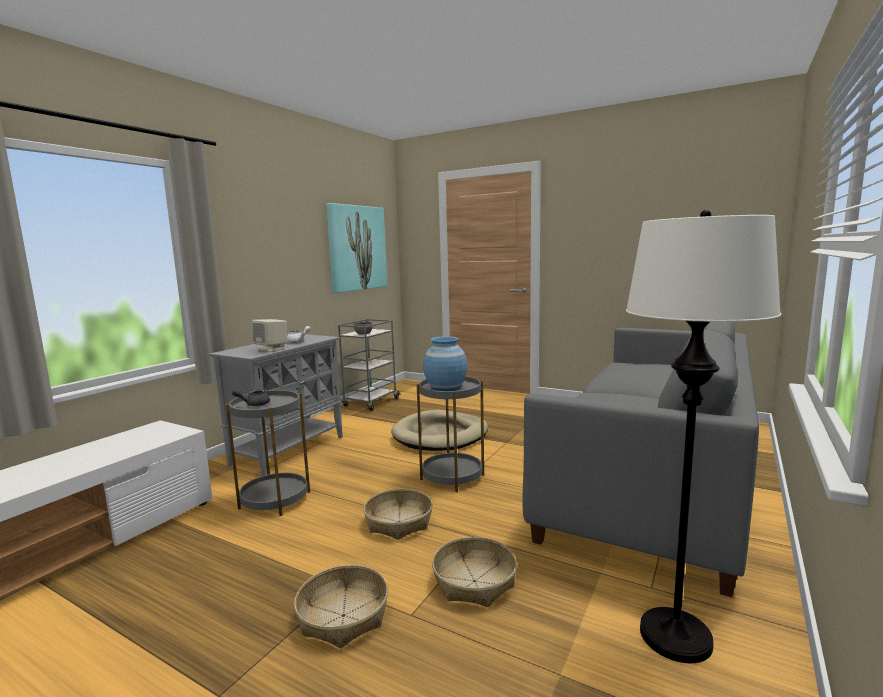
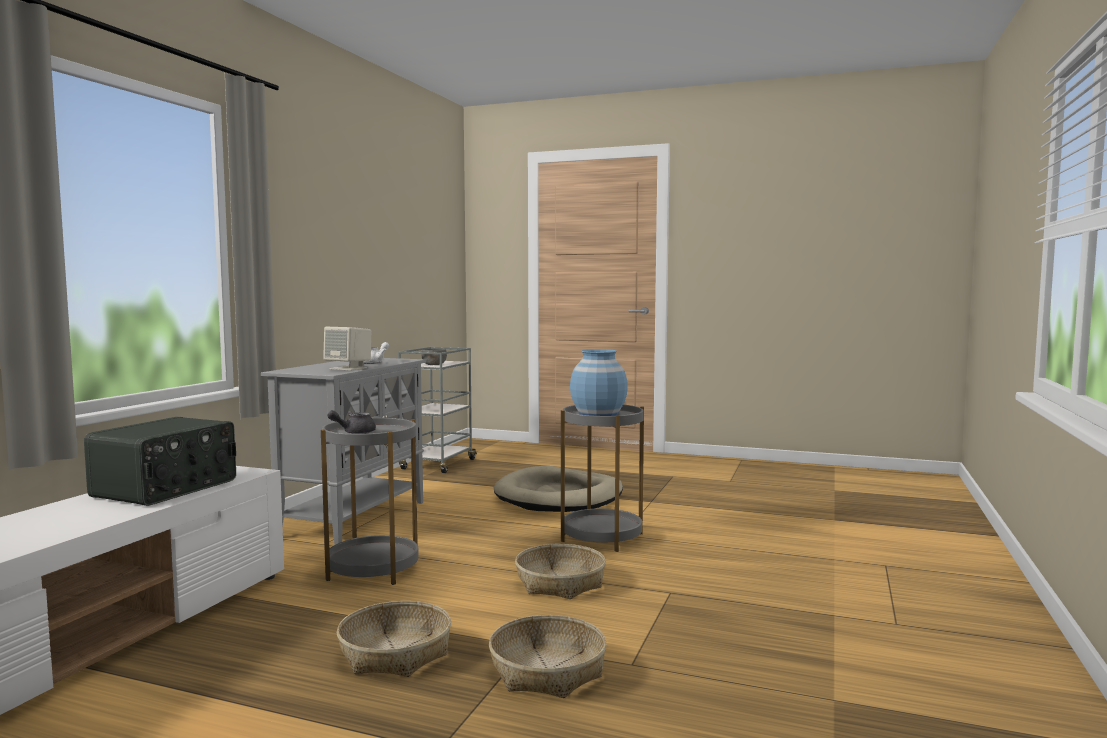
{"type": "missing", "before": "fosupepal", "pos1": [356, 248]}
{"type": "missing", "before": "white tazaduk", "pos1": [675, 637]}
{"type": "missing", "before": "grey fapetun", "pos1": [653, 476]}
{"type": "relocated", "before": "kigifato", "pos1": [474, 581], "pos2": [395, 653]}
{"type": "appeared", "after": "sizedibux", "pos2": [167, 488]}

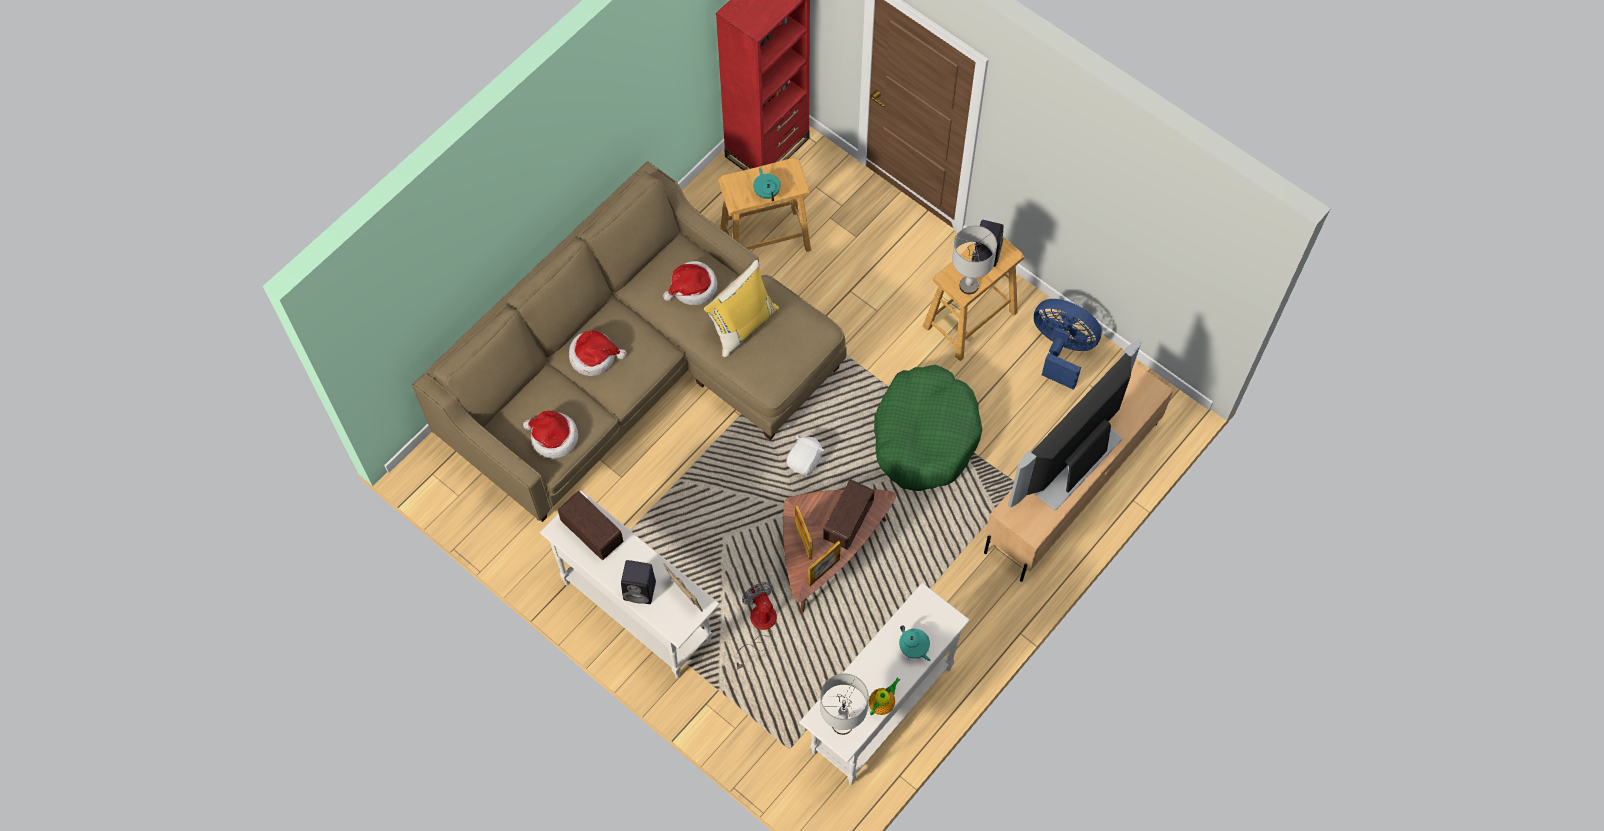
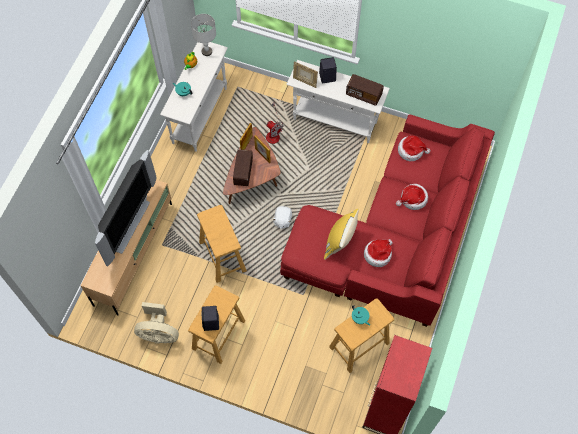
{"type": "colour", "before": "beige fapetun", "after": "red fapetun", "pos1": [638, 374], "pos2": [393, 237]}
{"type": "missing", "before": "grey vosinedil", "pos1": [969, 285]}
{"type": "colour", "before": "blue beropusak", "after": "beige beropusak", "pos1": [1061, 350], "pos2": [159, 333]}
{"type": "exchanged", "before": "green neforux", "after": "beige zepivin", "pos1": [925, 435], "pos2": [222, 256]}

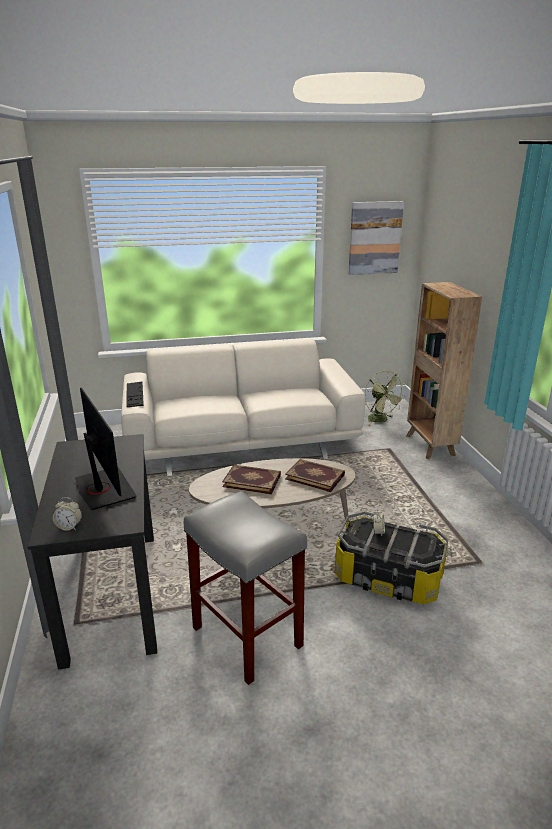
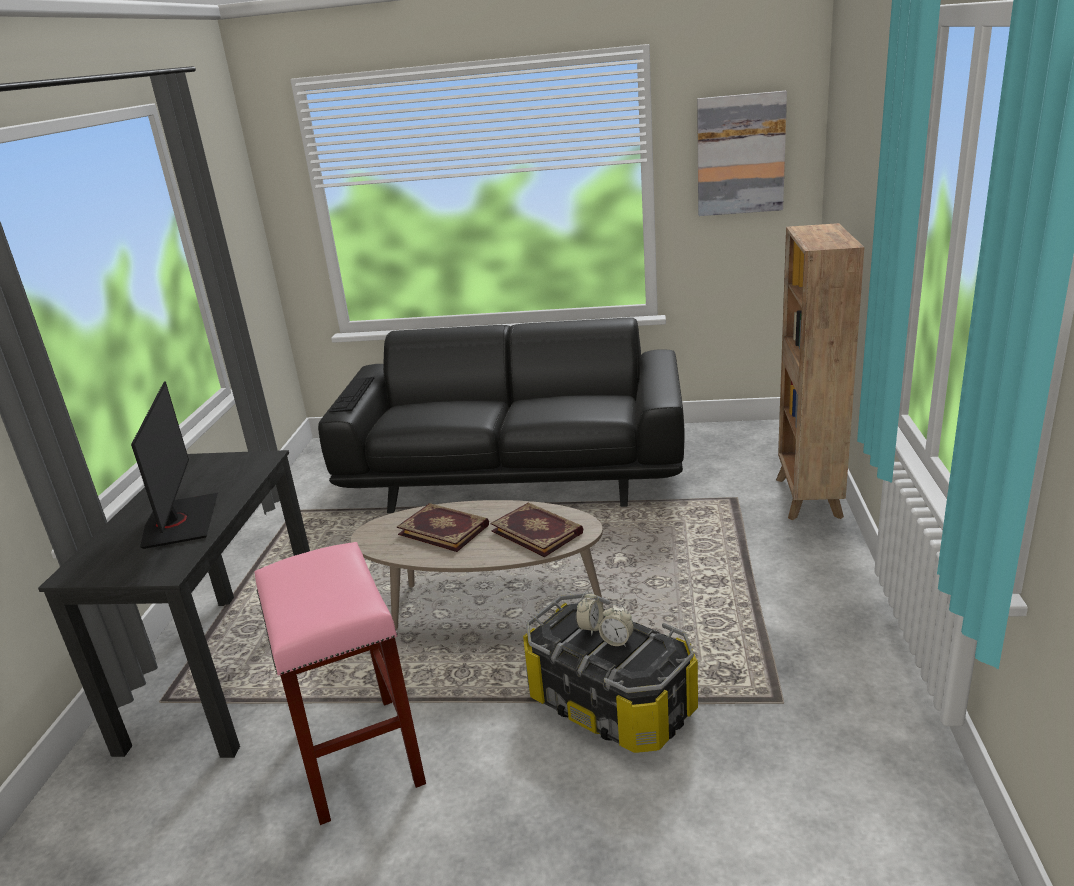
{"type": "colour", "before": "beige fapetun", "after": "black fapetun", "pos1": [242, 442], "pos2": [516, 473]}
{"type": "missing", "before": "green beropusak", "pos1": [381, 420]}
{"type": "colour", "before": "grey zepivin", "after": "pink zepivin", "pos1": [248, 637], "pos2": [360, 757]}
{"type": "relocated", "before": "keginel", "pos1": [69, 527], "pos2": [617, 641]}

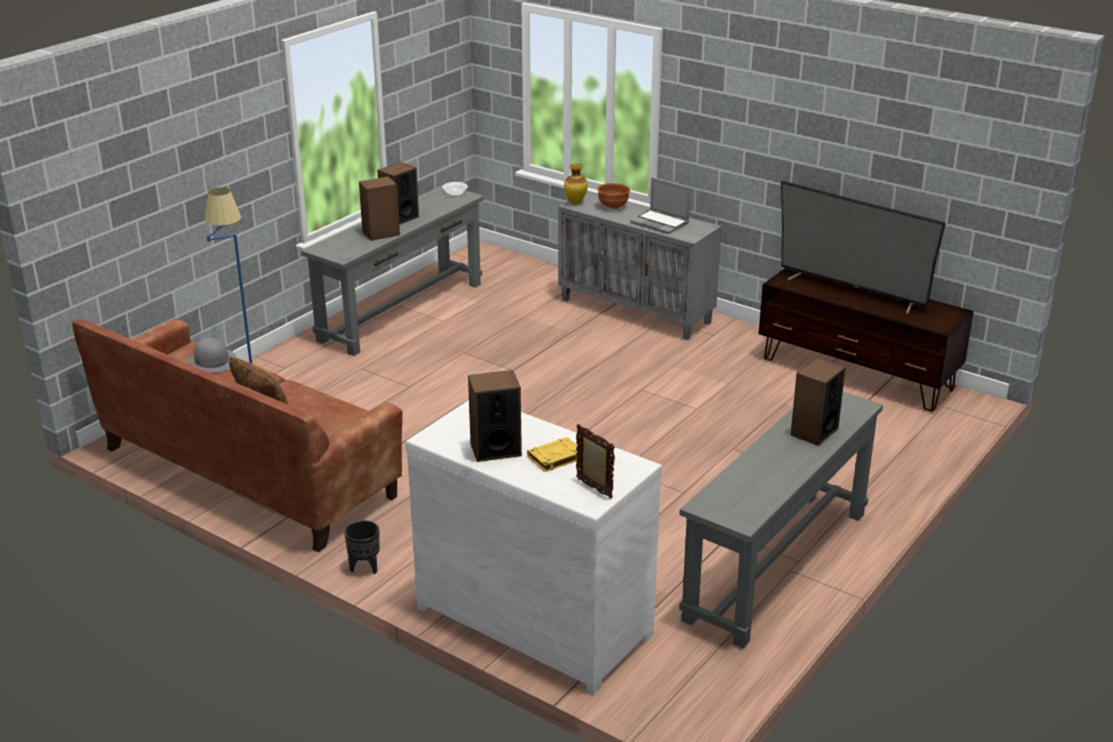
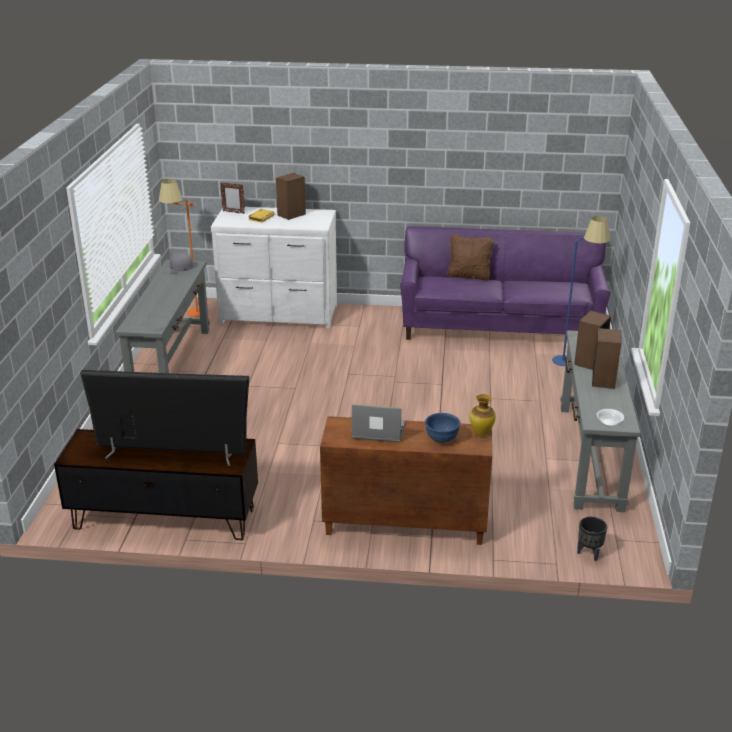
{"type": "colour", "before": "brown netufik", "after": "blue netufik", "pos1": [613, 207], "pos2": [441, 439]}
{"type": "colour", "before": "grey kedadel", "after": "brown kedadel", "pos1": [636, 311], "pos2": [404, 525]}
{"type": "colour", "before": "brown fapetun", "after": "purple fapetun", "pos1": [248, 472], "pos2": [499, 328]}
{"type": "relocated", "before": "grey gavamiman", "pos1": [212, 361], "pos2": [181, 268]}
{"type": "missing", "before": "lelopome", "pos1": [814, 432]}
{"type": "relocated", "before": "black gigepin", "pos1": [364, 567], "pos2": [589, 553]}
{"type": "appeared", "after": "orange tazaduk", "pos2": [189, 315]}

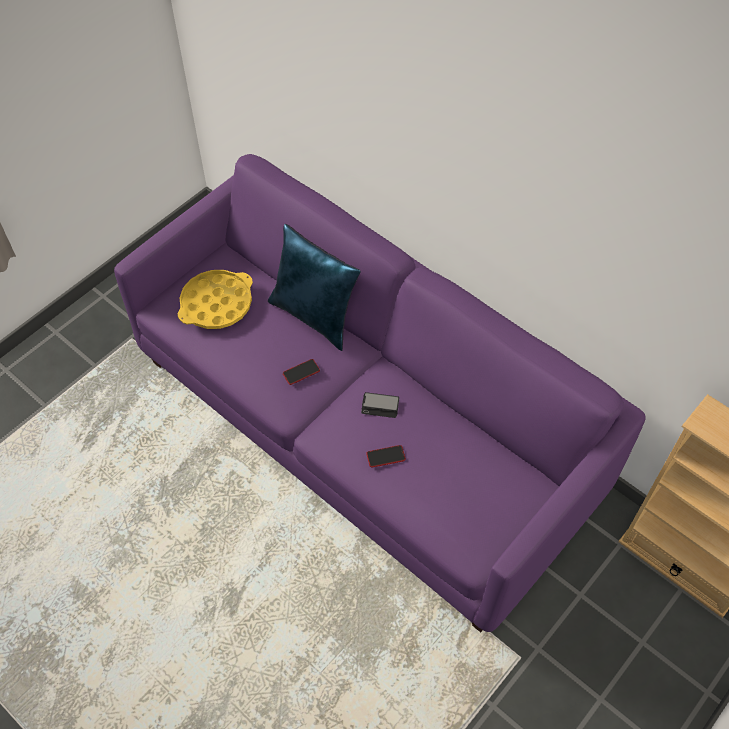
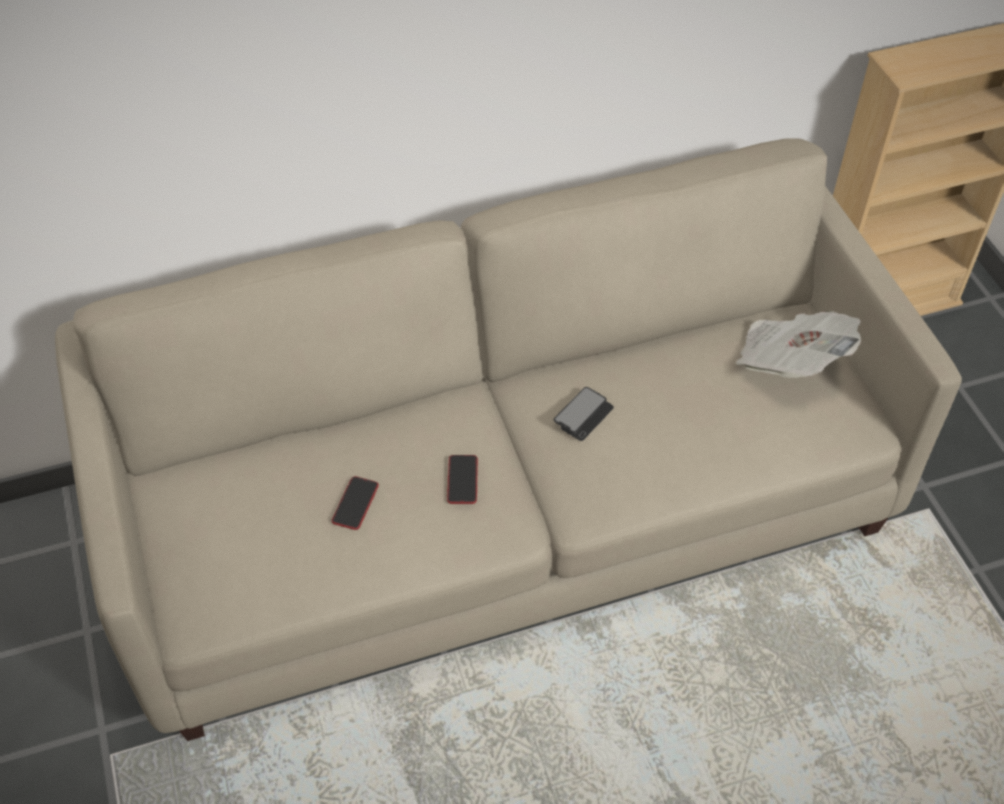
{"type": "colour", "before": "purple fapetun", "after": "beige fapetun", "pos1": [366, 425], "pos2": [503, 509]}
{"type": "missing", "before": "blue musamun", "pos1": [315, 315]}
{"type": "missing", "before": "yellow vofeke", "pos1": [216, 304]}
{"type": "relocated", "before": "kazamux", "pos1": [385, 456], "pos2": [355, 503]}
{"type": "appeared", "after": "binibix", "pos2": [790, 361]}

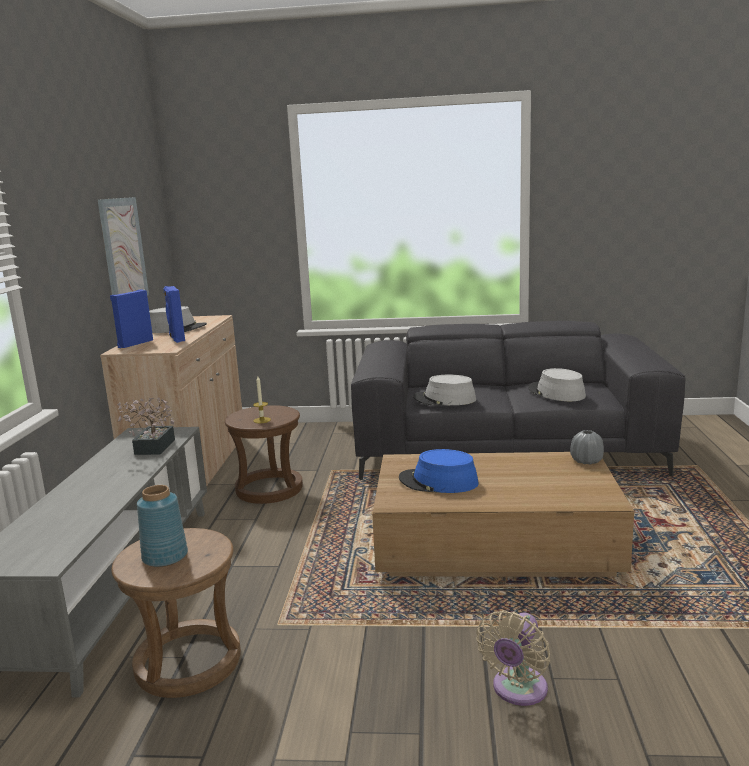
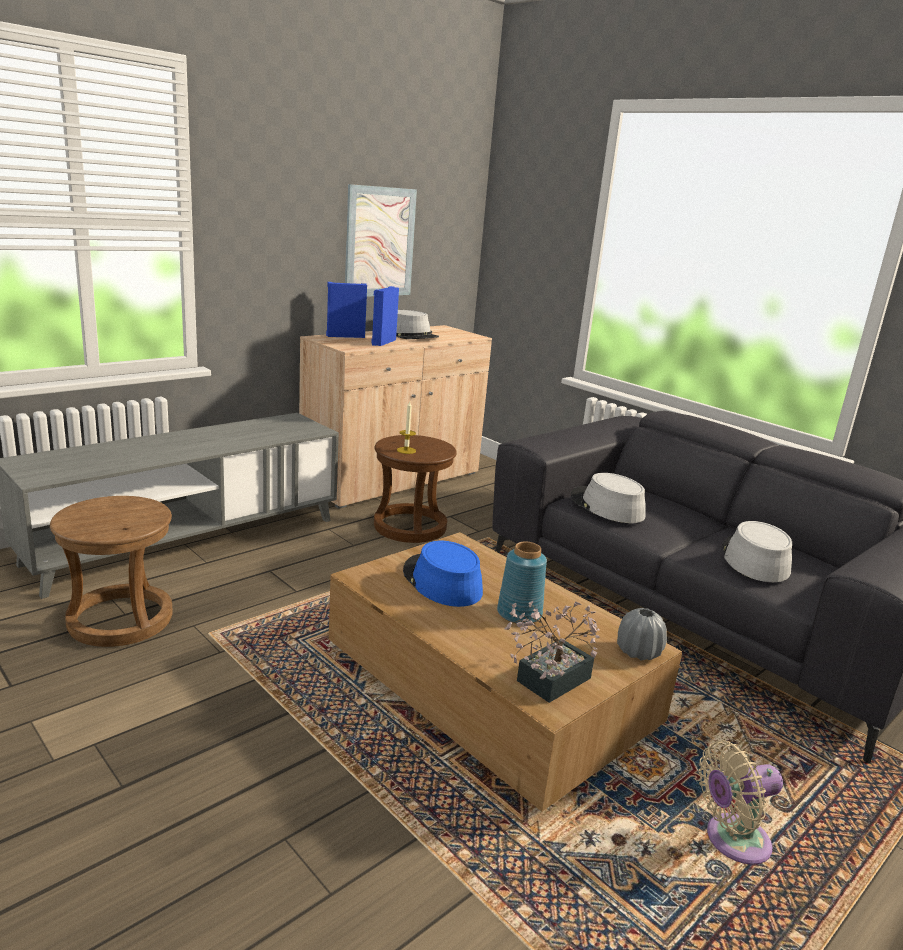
{"type": "relocated", "before": "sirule", "pos1": [152, 449], "pos2": [547, 682]}
{"type": "relocated", "before": "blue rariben", "pos1": [165, 557], "pos2": [519, 614]}
{"type": "relocated", "before": "beige beropusak", "pos1": [517, 690], "pos2": [731, 841]}

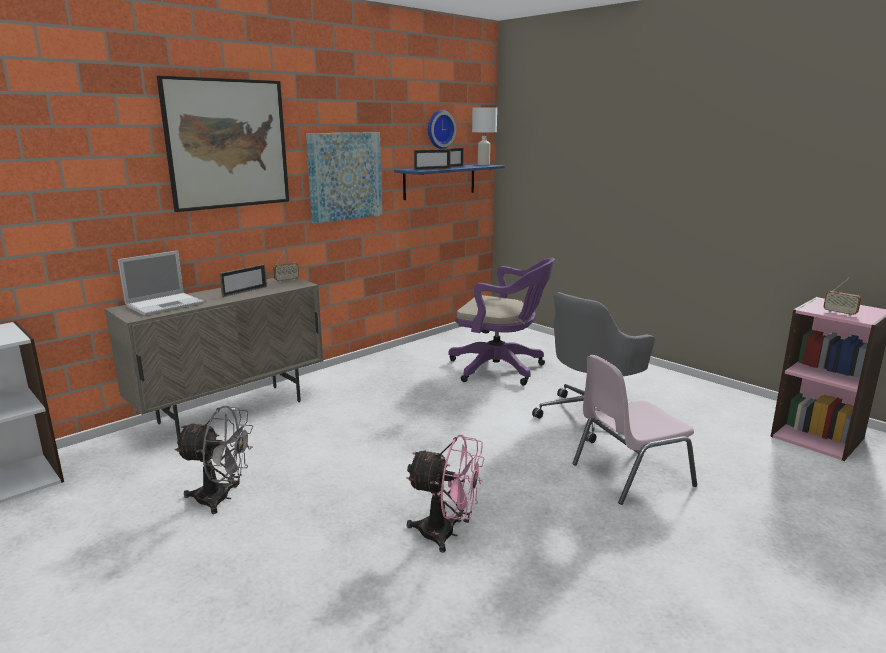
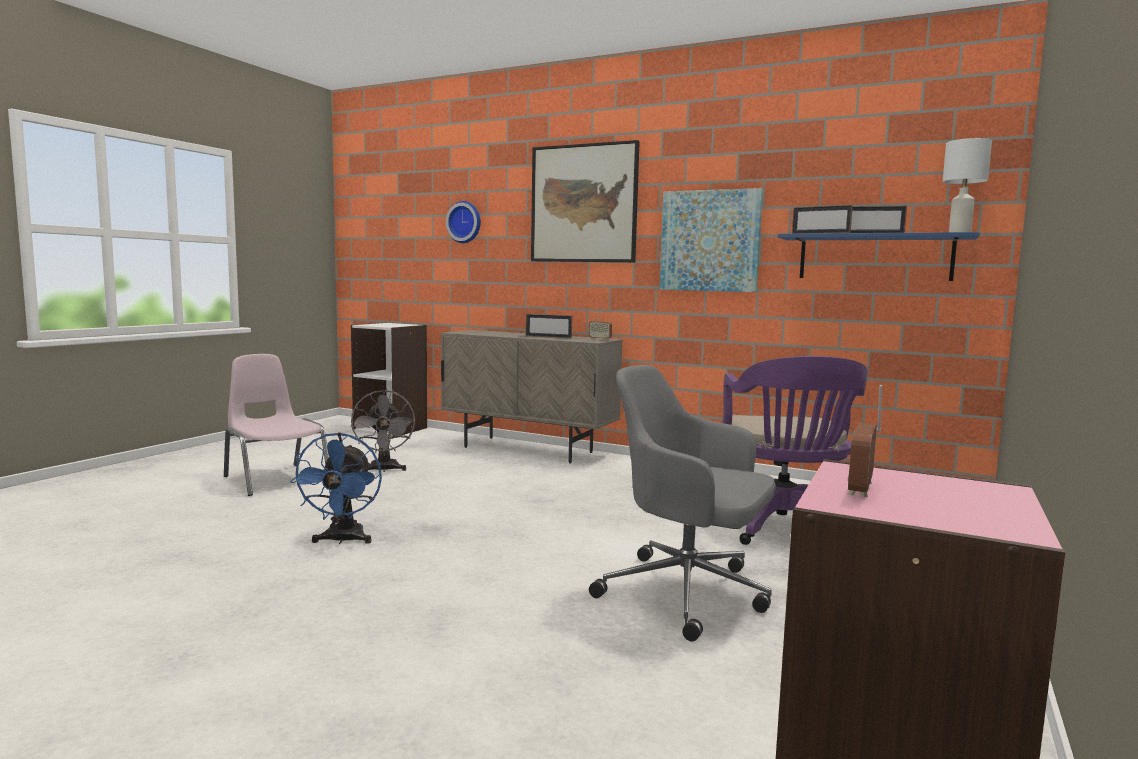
{"type": "relocated", "before": "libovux", "pos1": [439, 129], "pos2": [465, 222]}
{"type": "missing", "before": "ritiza", "pos1": [166, 304]}
{"type": "relocated", "before": "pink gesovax", "pos1": [629, 474], "pos2": [276, 479]}
{"type": "colour", "before": "pink beropusak", "after": "blue beropusak", "pos1": [446, 534], "pos2": [342, 540]}

